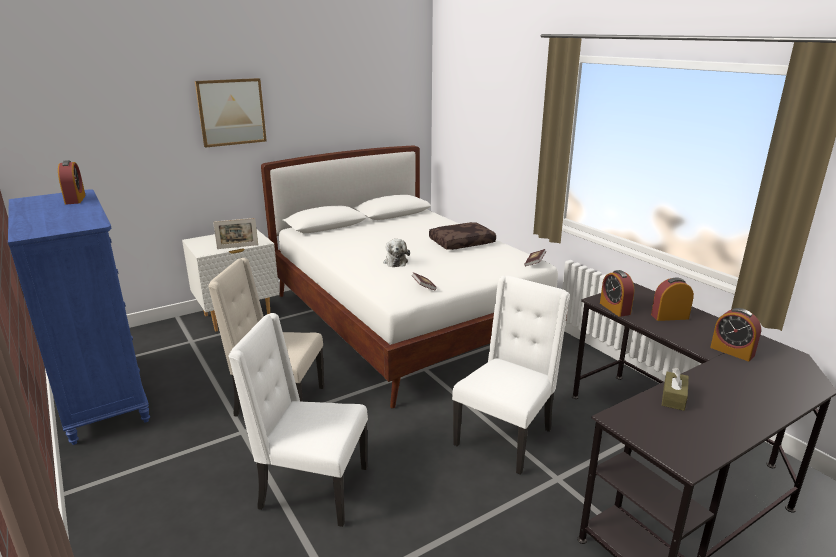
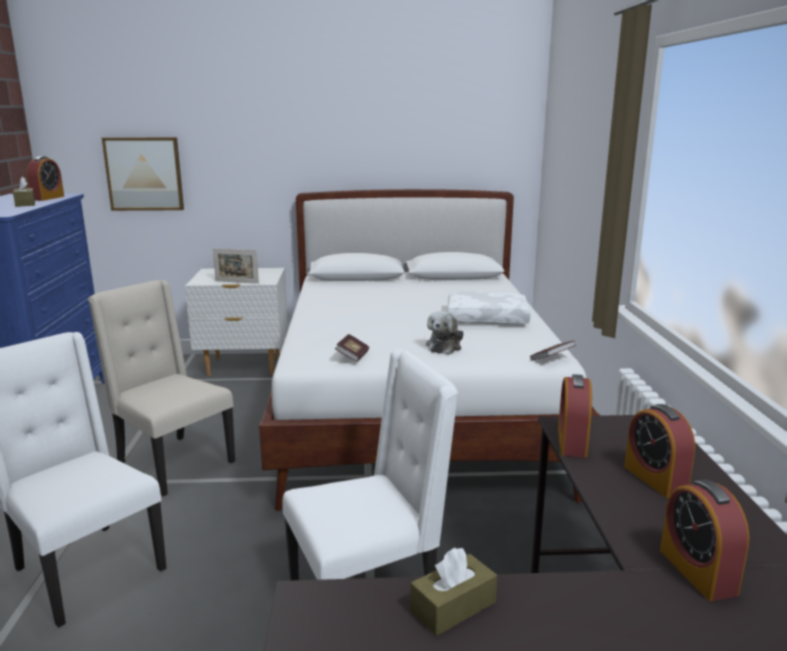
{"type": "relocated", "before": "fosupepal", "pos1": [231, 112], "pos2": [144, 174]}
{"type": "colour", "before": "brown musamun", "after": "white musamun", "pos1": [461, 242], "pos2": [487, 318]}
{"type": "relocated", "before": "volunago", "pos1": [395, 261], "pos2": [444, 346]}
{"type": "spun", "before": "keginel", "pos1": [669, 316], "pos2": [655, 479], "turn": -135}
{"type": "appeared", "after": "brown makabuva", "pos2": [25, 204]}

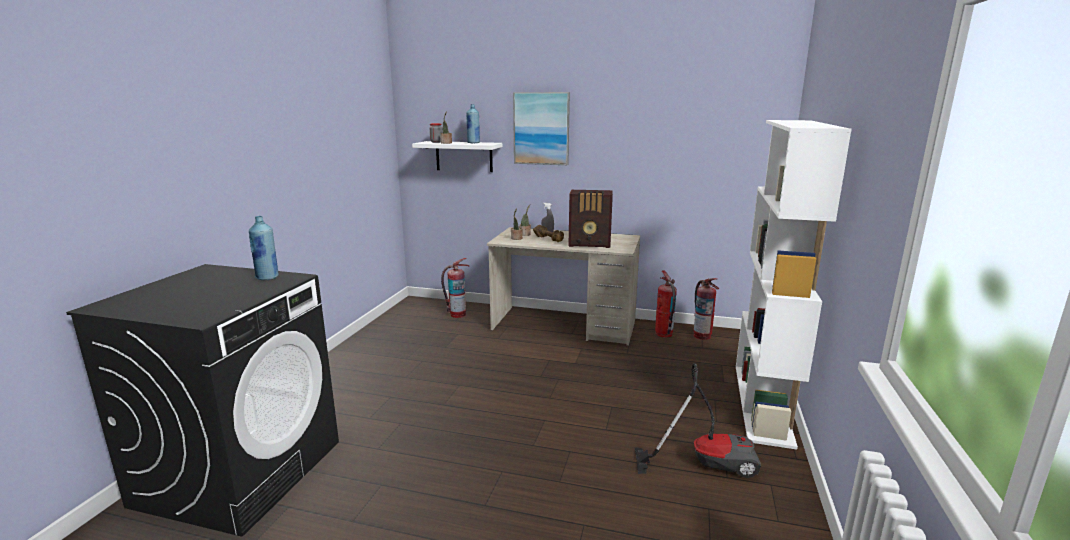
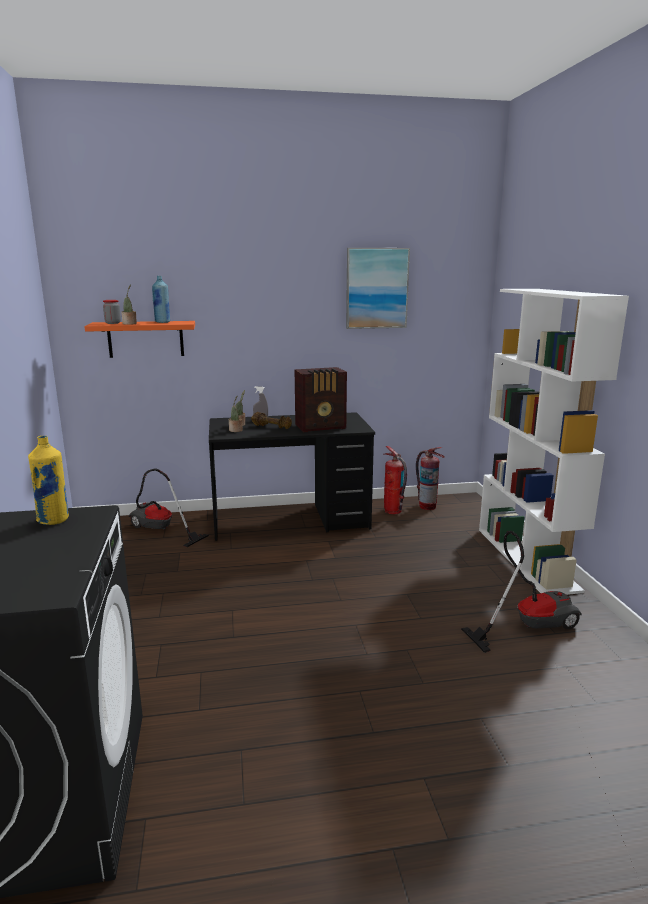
{"type": "relocated", "before": "fosupepal", "pos1": [541, 128], "pos2": [376, 288]}
{"type": "colour", "before": "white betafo", "after": "orange betafo", "pos1": [464, 156], "pos2": [145, 339]}
{"type": "colour", "before": "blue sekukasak", "after": "yellow sekukasak", "pos1": [267, 277], "pos2": [53, 520]}
{"type": "colour", "before": "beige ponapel", "after": "black ponapel", "pos1": [564, 325], "pos2": [290, 520]}
{"type": "exchanged", "before": "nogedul", "after": "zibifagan", "pos1": [457, 314], "pos2": [159, 530]}

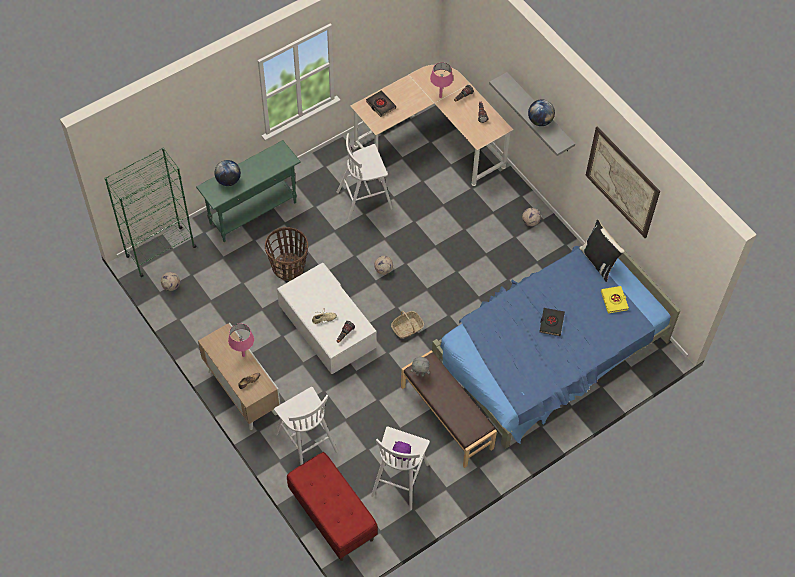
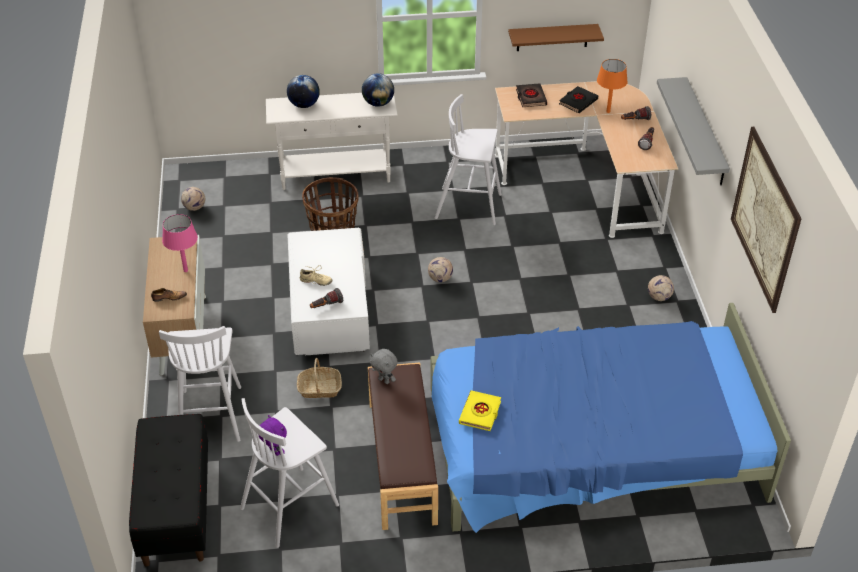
{"type": "colour", "before": "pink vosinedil", "after": "orange vosinedil", "pos1": [440, 96], "pos2": [608, 111]}
{"type": "relocated", "before": "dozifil", "pos1": [540, 121], "pos2": [378, 103]}
{"type": "colour", "before": "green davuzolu", "after": "white davuzolu", "pos1": [253, 213], "pos2": [336, 175]}
{"type": "missing", "before": "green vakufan", "pos1": [160, 252]}
{"type": "missing", "before": "black musamun", "pos1": [599, 261]}
{"type": "relocated", "before": "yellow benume", "pos1": [614, 301], "pos2": [480, 413]}
{"type": "relocated", "before": "black benume", "pos1": [551, 323], "pos2": [578, 102]}
{"type": "relocated", "before": "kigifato", "pos1": [407, 328], "pos2": [319, 388]}
{"type": "colour", "before": "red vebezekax", "after": "black vebezekax", "pos1": [332, 515], "pos2": [175, 508]}
{"type": "appeared", "after": "brown betafo", "pos2": [552, 37]}

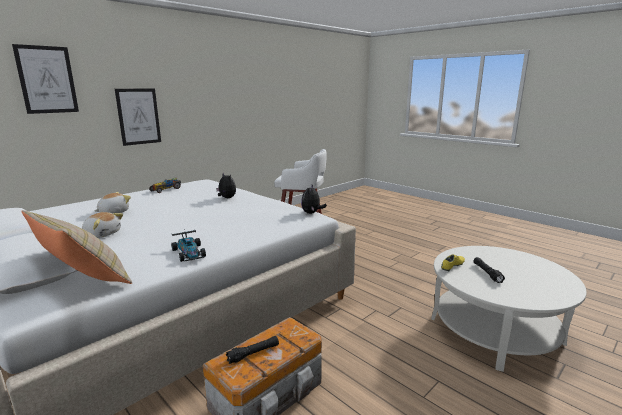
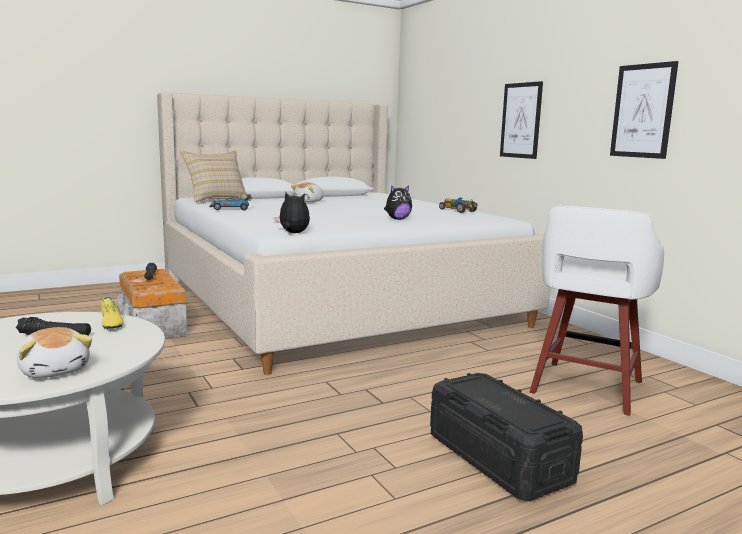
{"type": "relocated", "before": "fosupepal", "pos1": [47, 80], "pos2": [642, 111]}
{"type": "relocated", "before": "volunago", "pos1": [113, 212], "pos2": [55, 370]}
{"type": "appeared", "after": "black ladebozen", "pos2": [498, 458]}

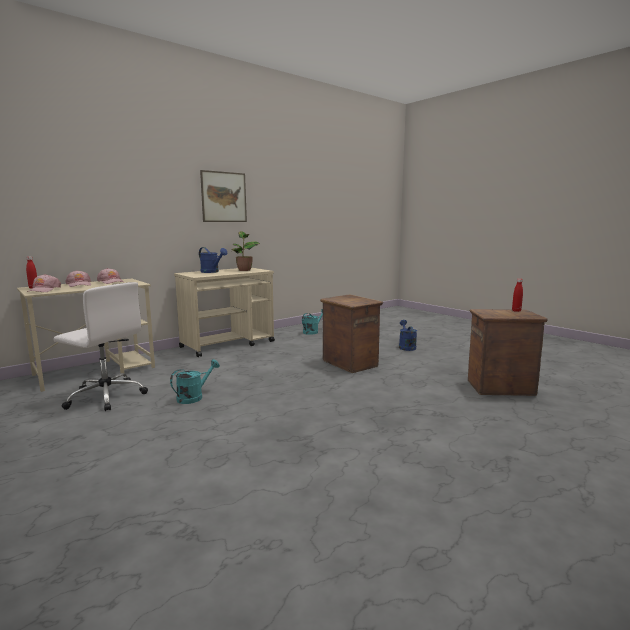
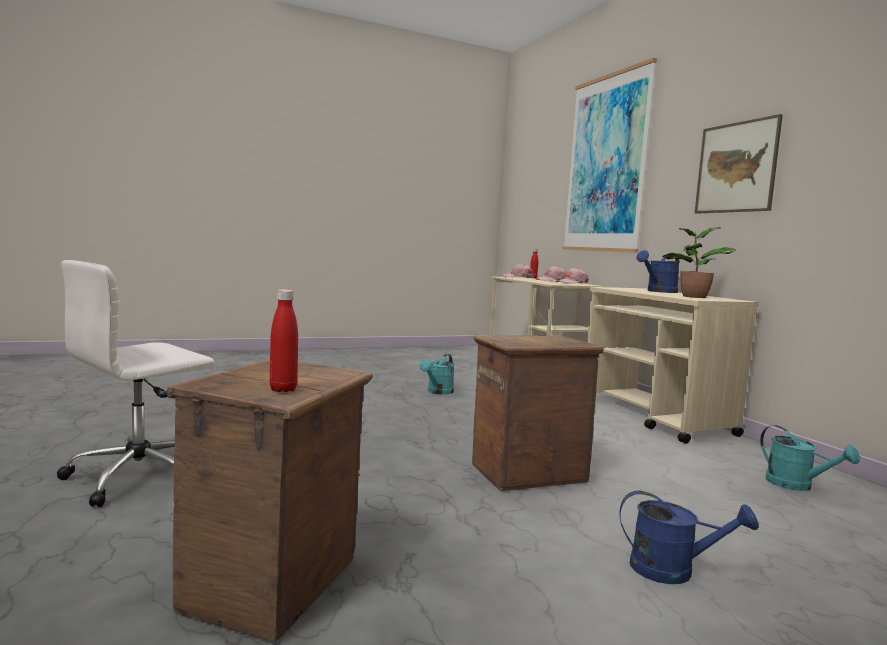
{"type": "relocated", "before": "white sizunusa", "pos1": [106, 396], "pos2": [141, 476]}
{"type": "spun", "before": "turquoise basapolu", "pos1": [194, 397], "pos2": [438, 392], "turn": 60}
{"type": "appeared", "after": "fosupepal", "pos2": [606, 164]}

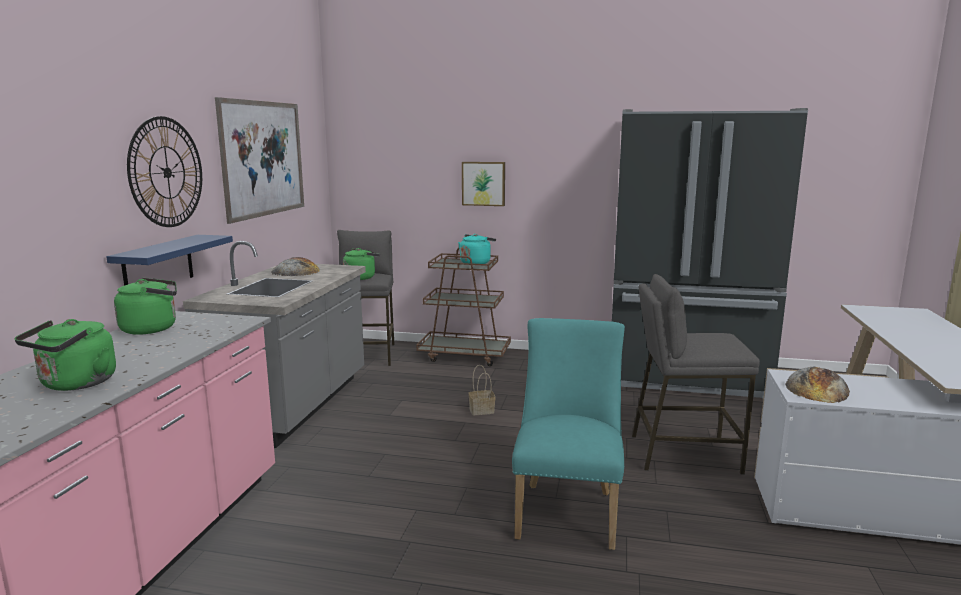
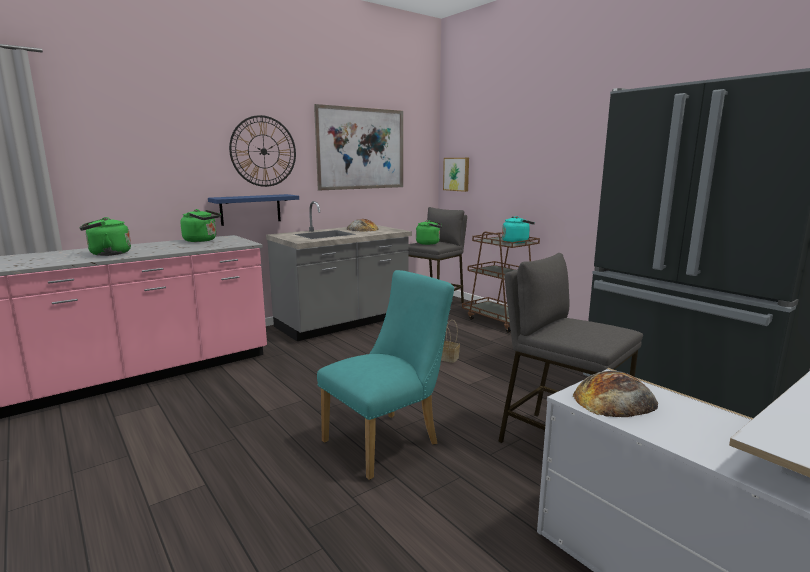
{"type": "relocated", "before": "fosupepal", "pos1": [483, 183], "pos2": [457, 174]}

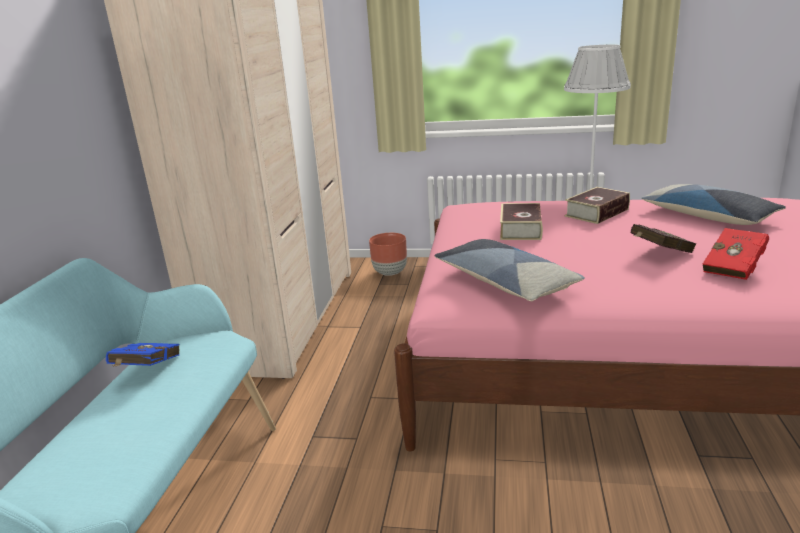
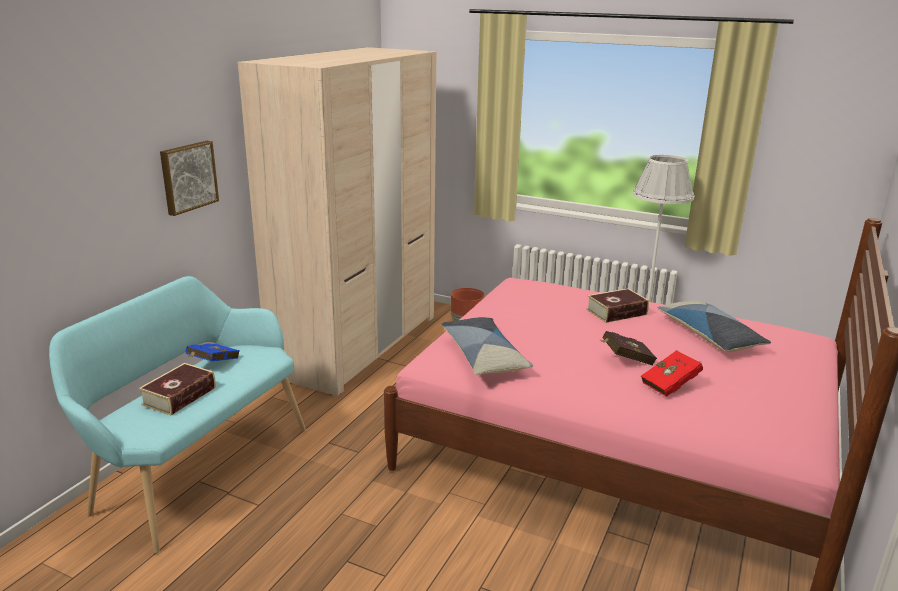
{"type": "relocated", "before": "benume", "pos1": [520, 229], "pos2": [179, 396]}
{"type": "appeared", "after": "fosupepal", "pos2": [188, 177]}

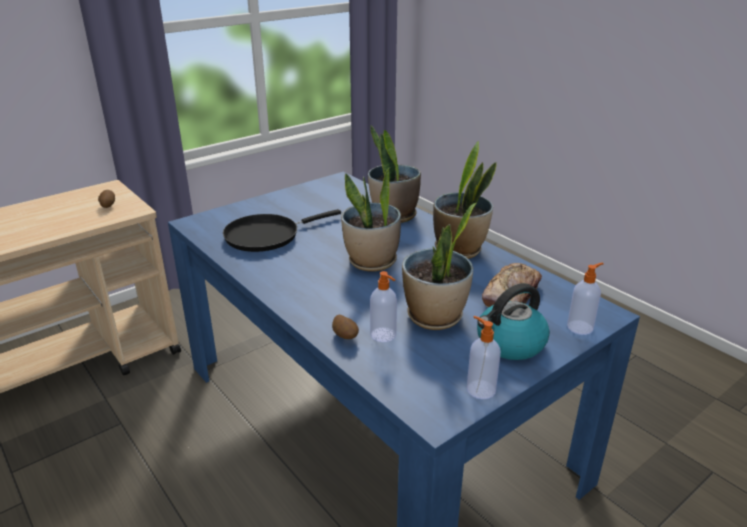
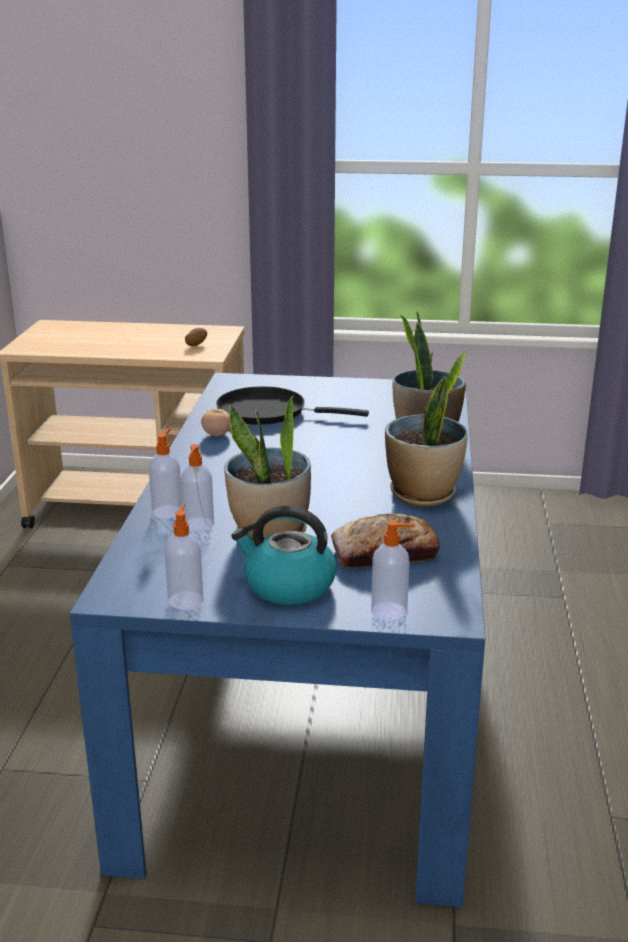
{"type": "missing", "before": "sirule", "pos1": [371, 262]}
{"type": "exchanged", "before": "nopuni", "after": "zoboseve", "pos1": [345, 337], "pos2": [167, 511]}
{"type": "appeared", "after": "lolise", "pos2": [217, 434]}

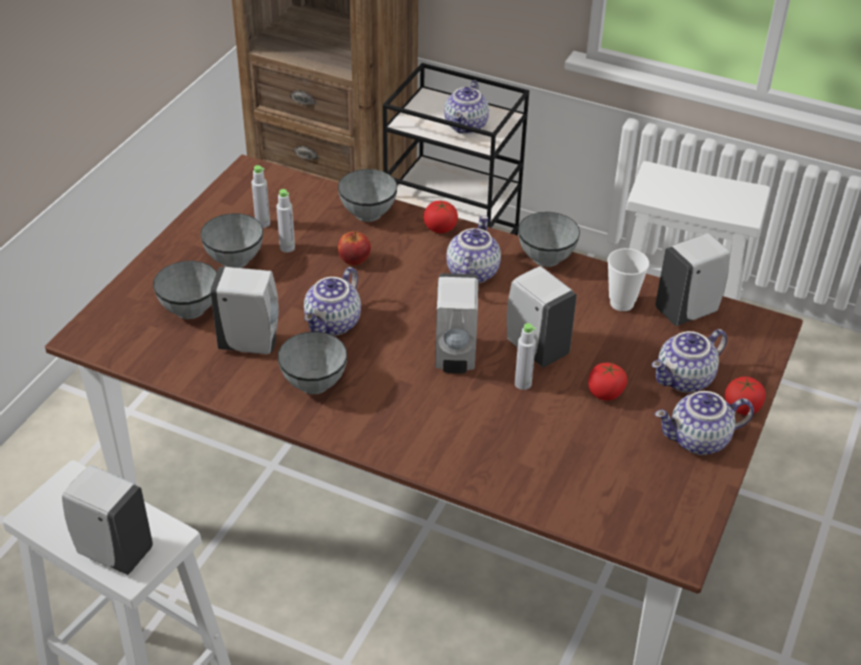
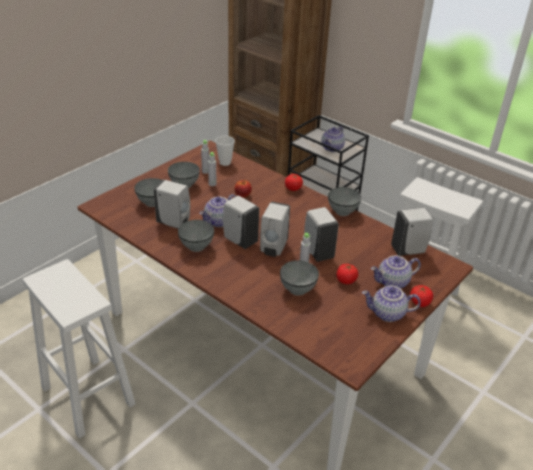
{"type": "relocated", "before": "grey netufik", "pos1": [367, 213], "pos2": [297, 289]}
{"type": "missing", "before": "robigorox", "pos1": [471, 272]}
{"type": "relocated", "before": "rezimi", "pos1": [621, 303], "pos2": [225, 162]}
{"type": "relocated", "before": "white zoboseve", "pos1": [113, 551], "pos2": [239, 240]}

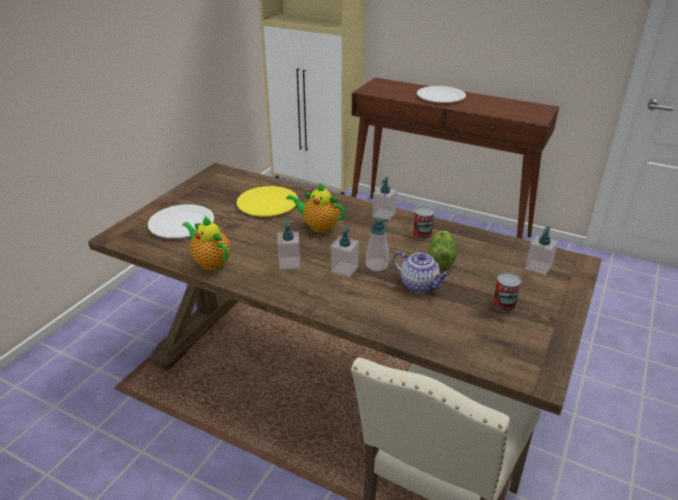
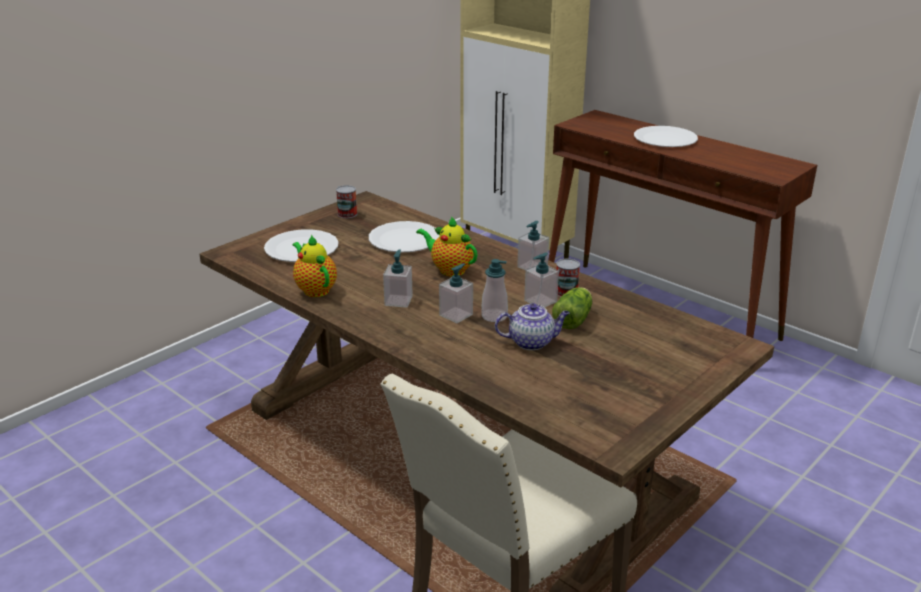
{"type": "colour", "before": "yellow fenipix", "after": "white fenipix", "pos1": [267, 203], "pos2": [404, 239]}
{"type": "relocated", "before": "zoboseve", "pos1": [538, 267], "pos2": [540, 301]}
{"type": "spun", "before": "robigorox", "pos1": [420, 285], "pos2": [532, 342], "turn": -60}
{"type": "relocated", "before": "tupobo", "pos1": [504, 304], "pos2": [347, 214]}

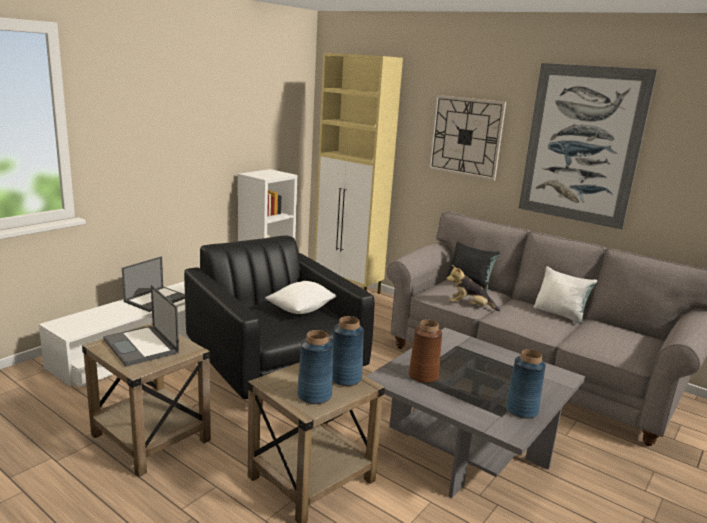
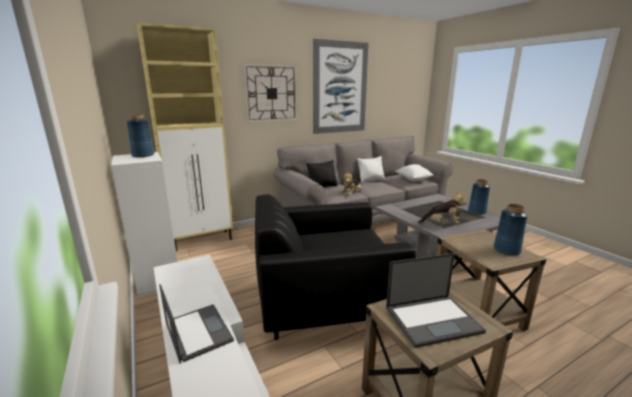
{"type": "relocated", "before": "white musamun", "pos1": [301, 310], "pos2": [413, 180]}
{"type": "relocated", "before": "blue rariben", "pos1": [345, 378], "pos2": [143, 155]}
{"type": "exchanged", "before": "brown rariben", "after": "volunago", "pos1": [423, 376], "pos2": [441, 224]}

